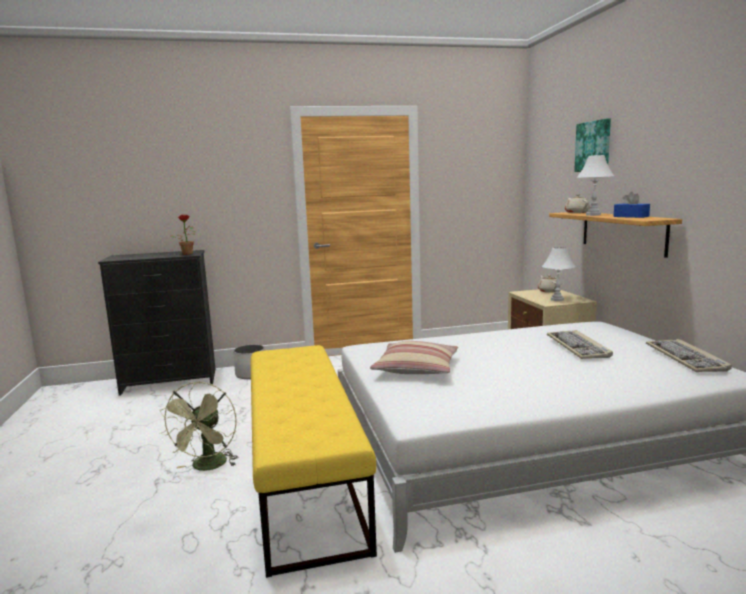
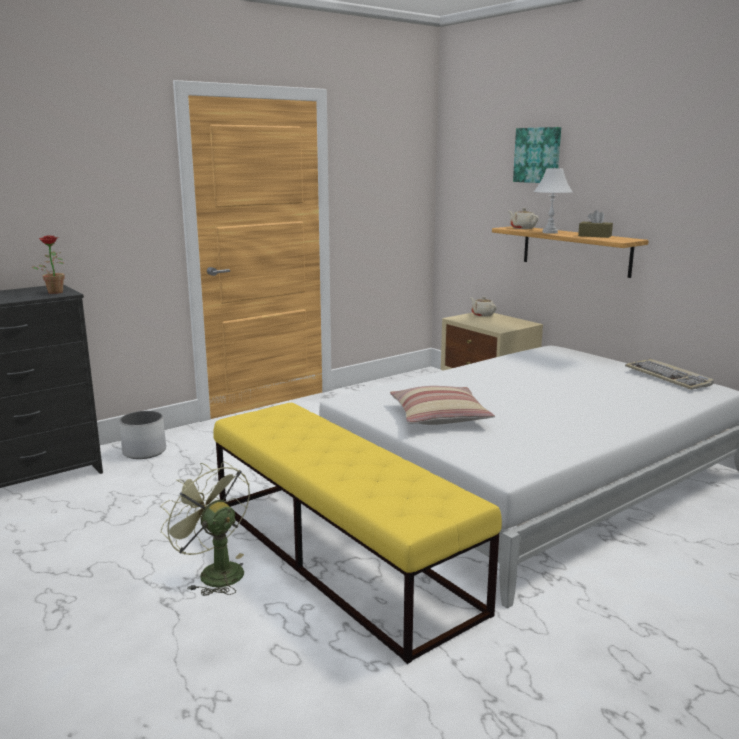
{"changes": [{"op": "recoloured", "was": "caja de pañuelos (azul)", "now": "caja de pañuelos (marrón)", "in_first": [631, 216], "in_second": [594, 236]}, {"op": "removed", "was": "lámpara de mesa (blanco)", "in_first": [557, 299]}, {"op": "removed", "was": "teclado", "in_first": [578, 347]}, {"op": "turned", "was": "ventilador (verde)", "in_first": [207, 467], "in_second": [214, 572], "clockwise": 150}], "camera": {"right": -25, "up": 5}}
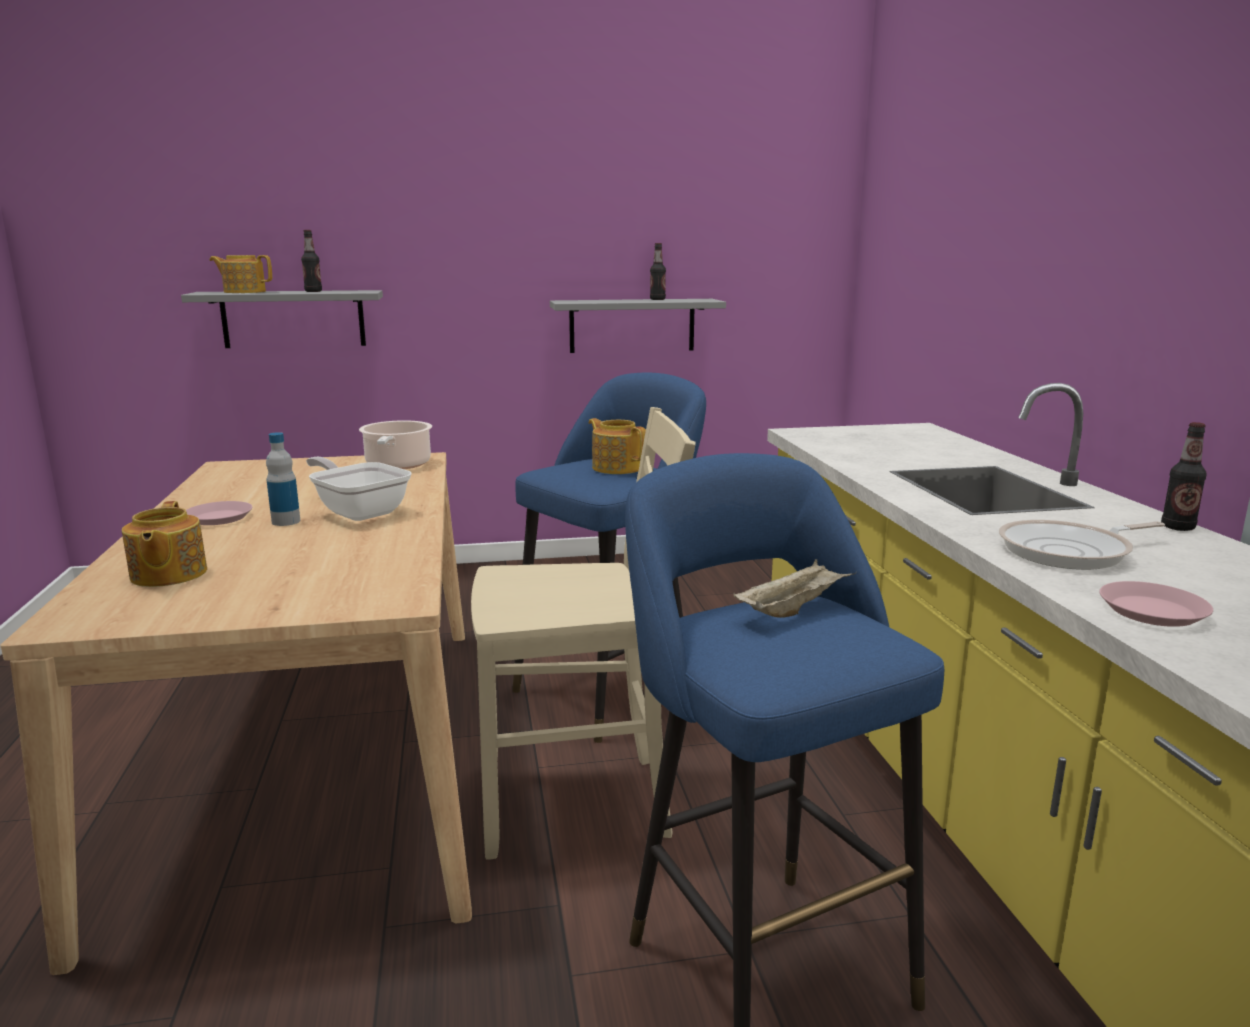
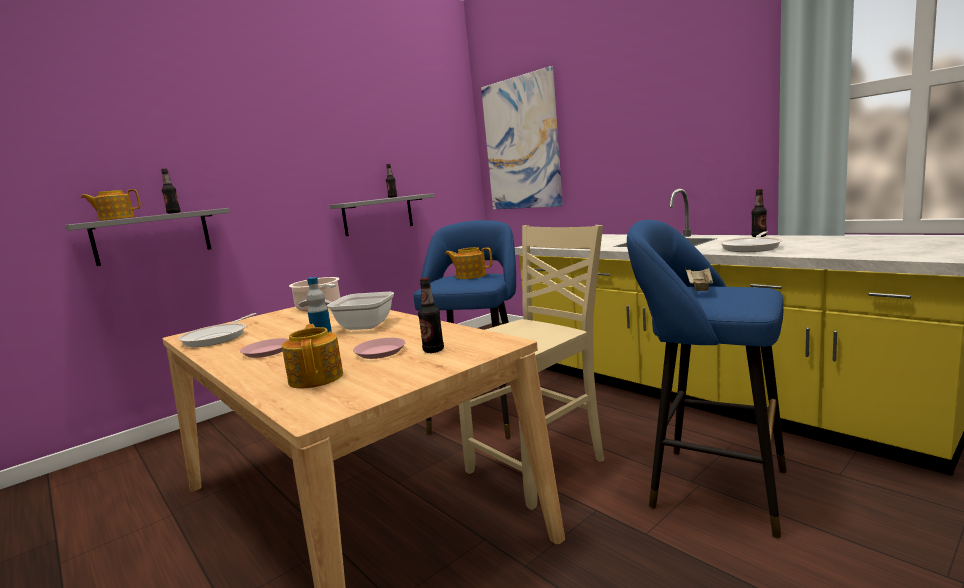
{"changes": [{"op": "turned", "was": "tetera", "in_first": [167, 575], "in_second": [317, 377], "clockwise": -150}, {"op": "moved", "was": "plato (rosa)", "in_first": [1151, 611], "in_second": [380, 352]}, {"op": "added", "now": "cuadro", "in_second": [522, 144]}, {"op": "added", "now": "botella", "in_second": [433, 350]}, {"op": "added", "now": "sartén", "in_second": [218, 337]}], "camera": {"right": -30, "up": -5}}
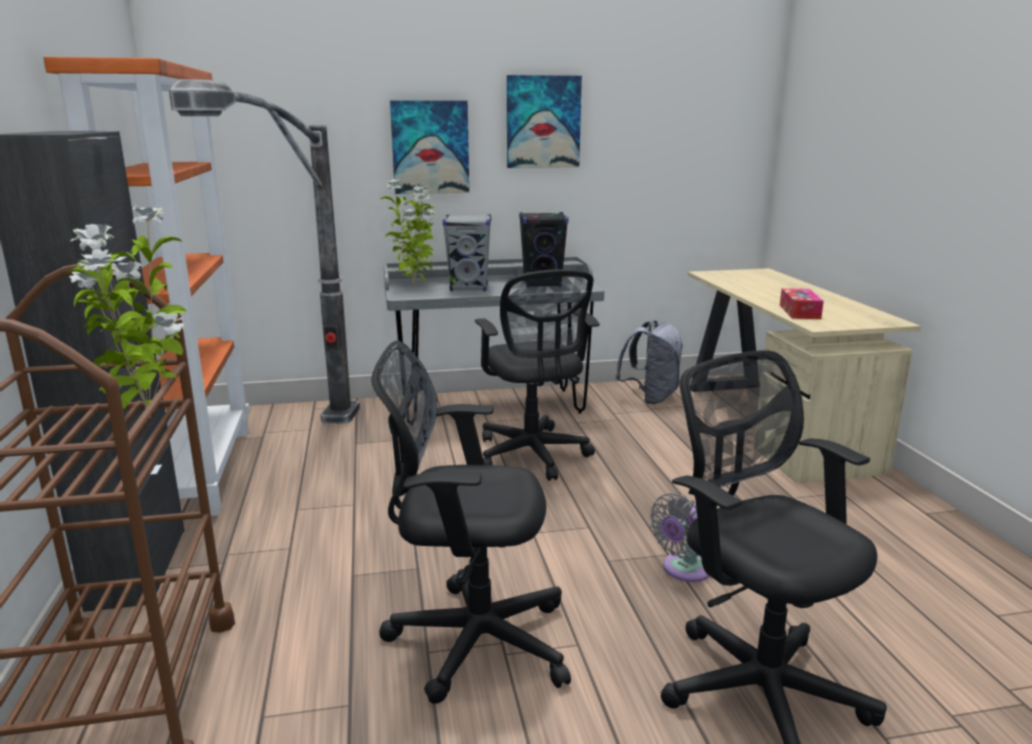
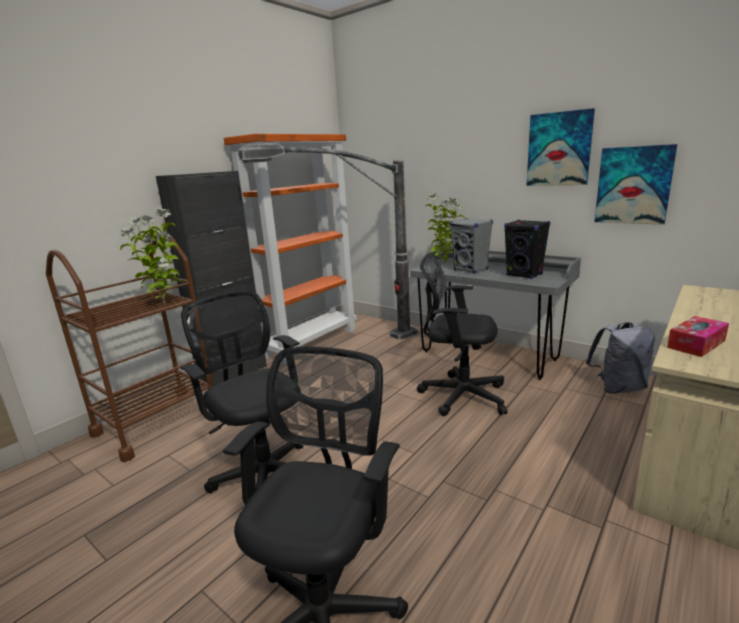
{"changes": [{"op": "moved", "was": "cuadro", "in_first": [430, 147], "in_second": [633, 185]}, {"op": "turned", "was": "silla de oficina (negro)", "in_first": [533, 456], "in_second": [459, 395], "clockwise": 75}, {"op": "removed", "was": "ventilador (gris)", "in_first": [683, 570]}], "camera": {"right": 50, "up": 0}}
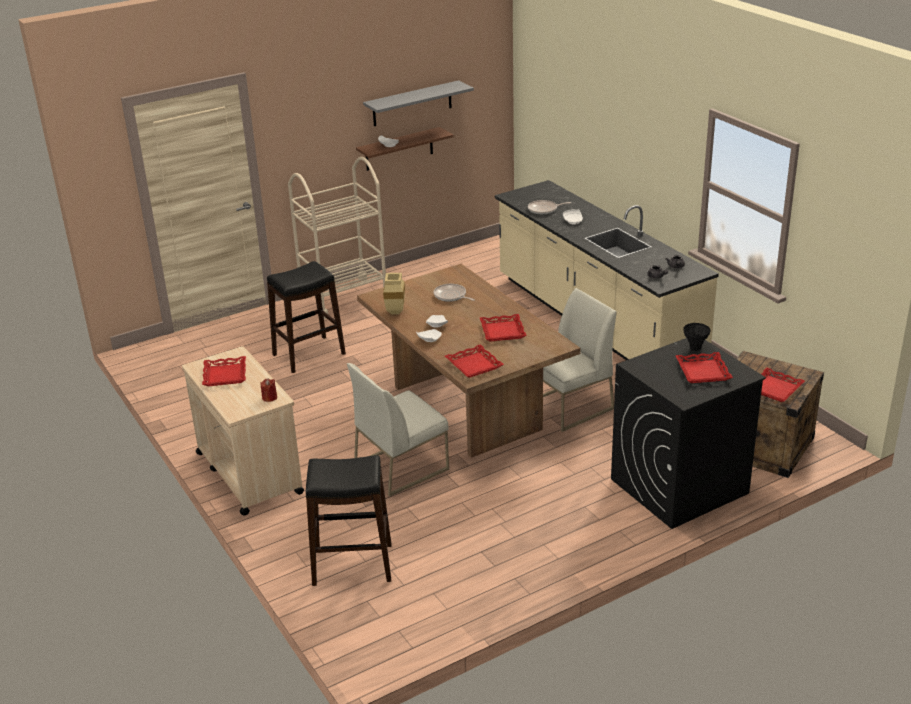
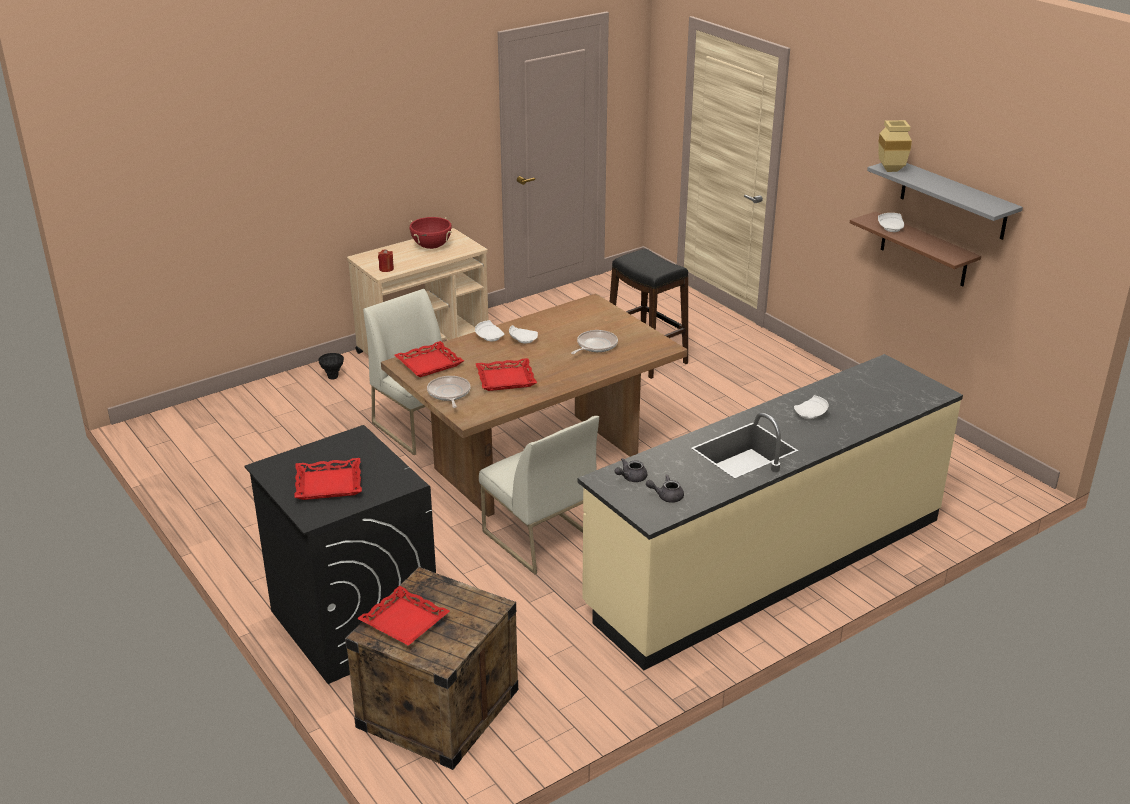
{"changes": [{"op": "removed", "was": "carrito (beis)", "in_first": [343, 297]}, {"op": "moved", "was": "sartén", "in_first": [544, 210], "in_second": [449, 393]}, {"op": "moved", "was": "florero (beis)", "in_first": [394, 311], "in_second": [892, 169]}, {"op": "moved", "was": "florero (negro)", "in_first": [695, 348], "in_second": [333, 377]}, {"op": "replaced", "was": "bandeja (rojo)", "now": "olla (rojo)", "in_first": [224, 375], "in_second": [431, 246]}, {"op": "removed", "was": "taburete (negro)", "in_first": [352, 565]}], "camera": {"right": 85, "up": 0}}
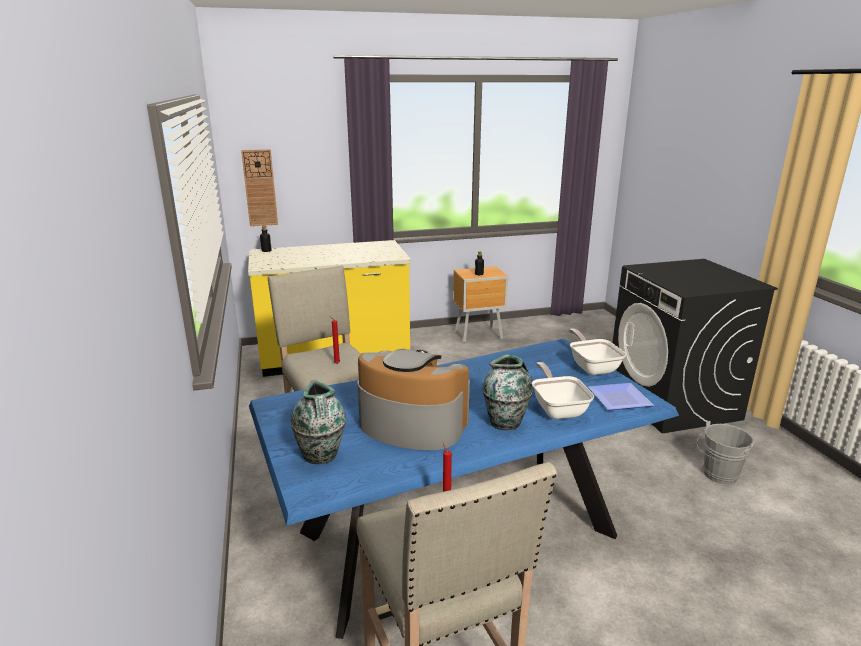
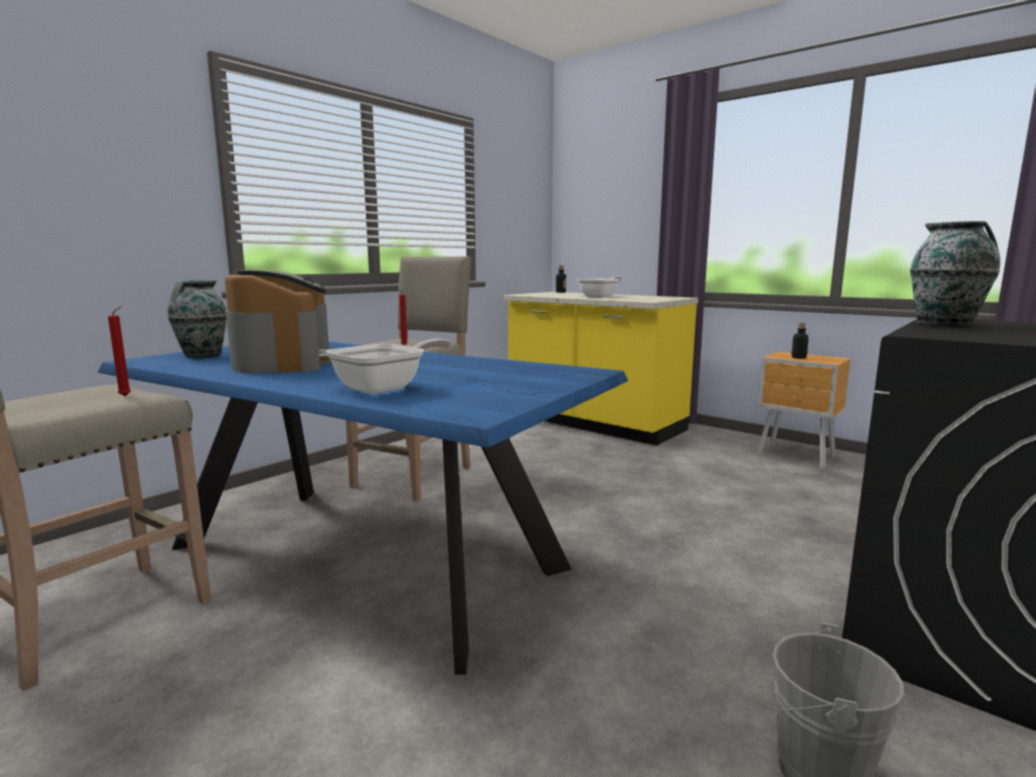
{"changes": [{"op": "removed", "was": "reloj de pared", "in_first": [260, 188]}, {"op": "moved", "was": "sartén", "in_first": [592, 367], "in_second": [601, 297]}, {"op": "moved", "was": "florero", "in_first": [505, 422], "in_second": [945, 325]}, {"op": "removed", "was": "plato", "in_first": [620, 398]}], "camera": {"right": 55, "up": -10}}
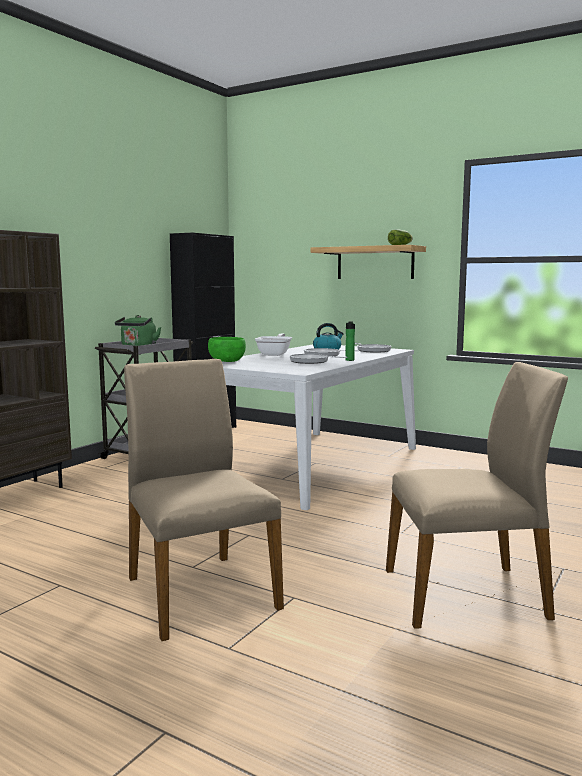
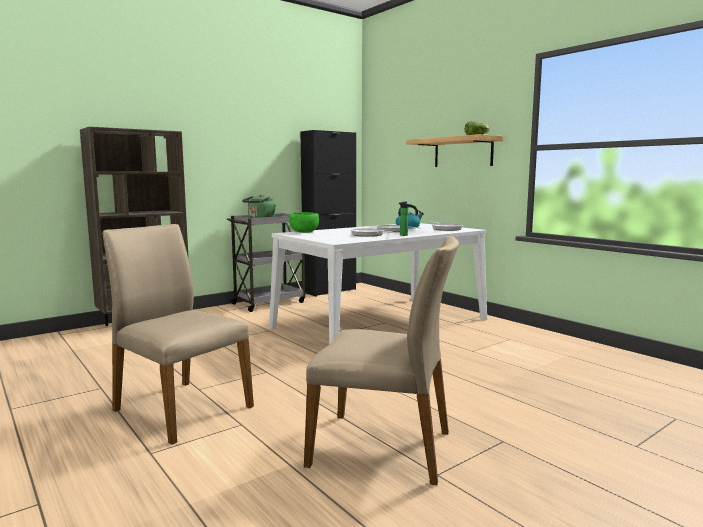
{"changes": [{"op": "removed", "was": "sartén", "in_first": [275, 354]}, {"op": "turned", "was": "silla (beis)", "in_first": [199, 592], "in_second": [180, 408], "clockwise": -45}], "camera": {"right": 20, "up": 0}}
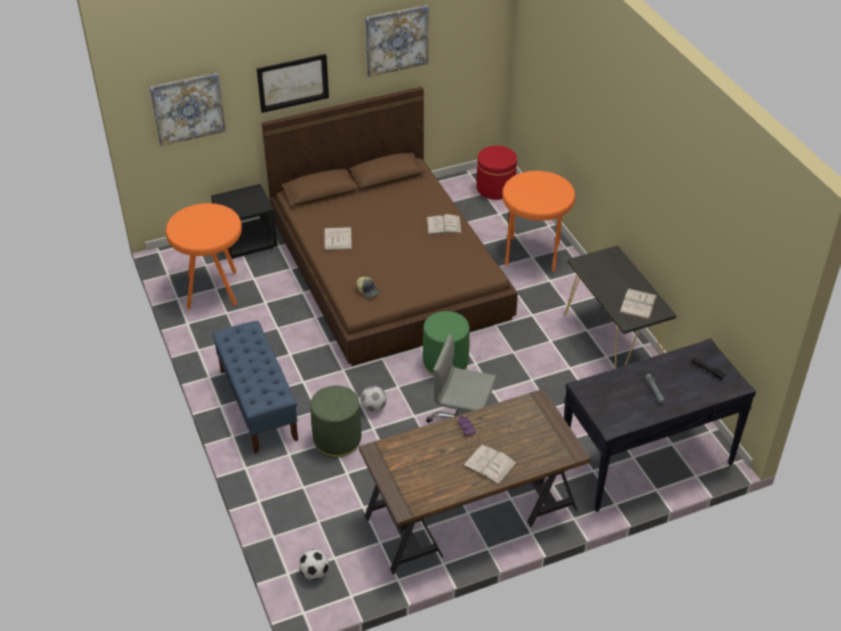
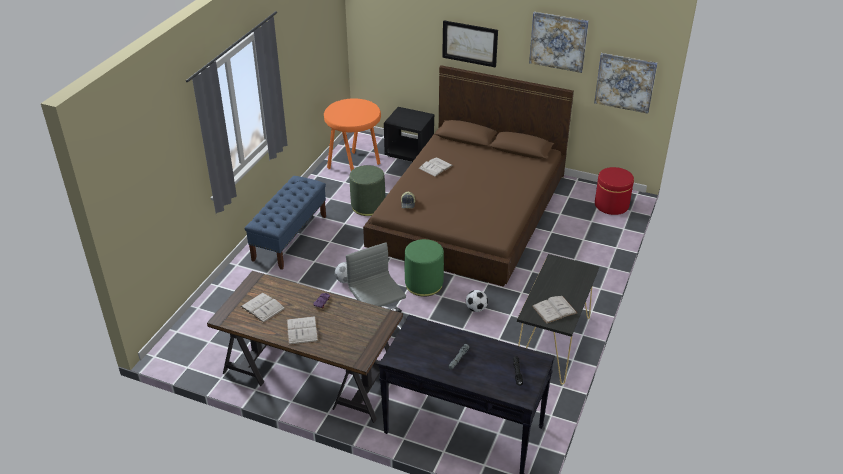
{"changes": [{"op": "moved", "was": "cuadro", "in_first": [188, 108], "in_second": [625, 82]}, {"op": "removed", "was": "taburete (naranja)", "in_first": [533, 255]}, {"op": "moved", "was": "libro (blanco)", "in_first": [443, 225], "in_second": [263, 308]}, {"op": "moved", "was": "puf (verde)", "in_first": [337, 439], "in_second": [368, 206]}, {"op": "moved", "was": "balón de fútbol", "in_first": [314, 573], "in_second": [476, 309]}], "camera": {"right": 45, "up": -5}}
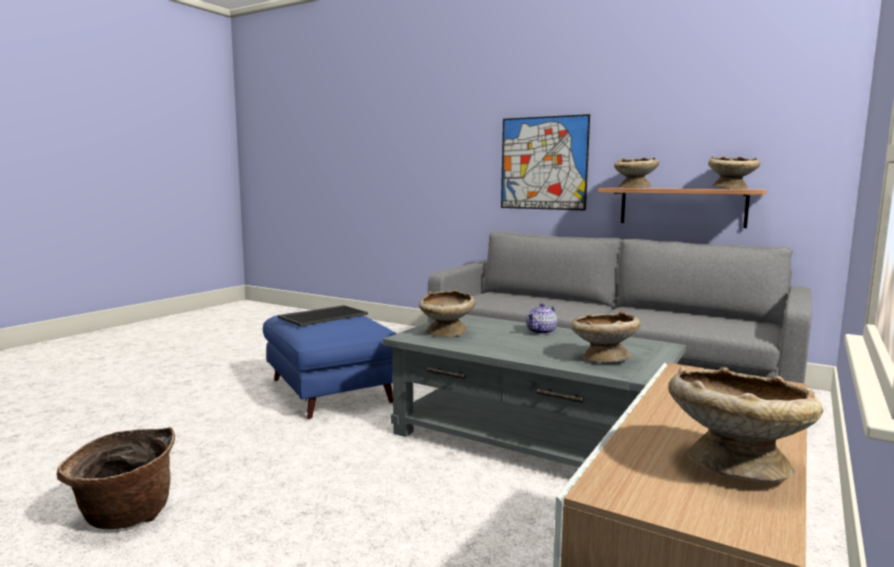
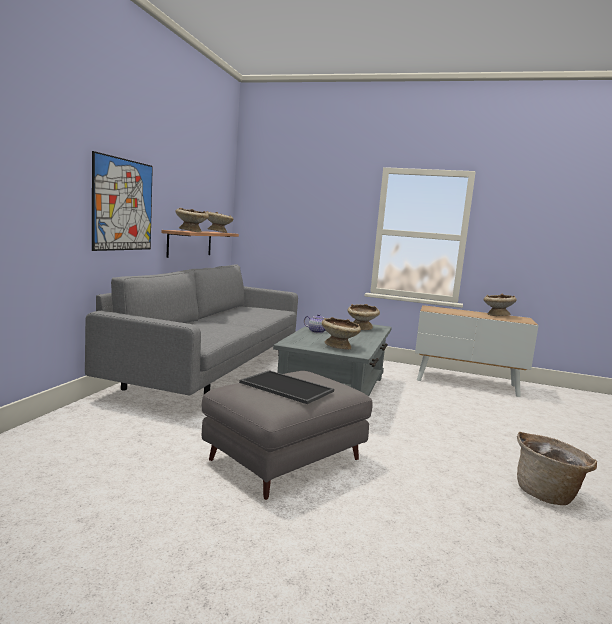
{"changes": [{"op": "recoloured", "was": "puf (azul)", "now": "puf (gris)", "in_first": [331, 391], "in_second": [285, 460]}], "camera": {"right": -105, "up": 0}}
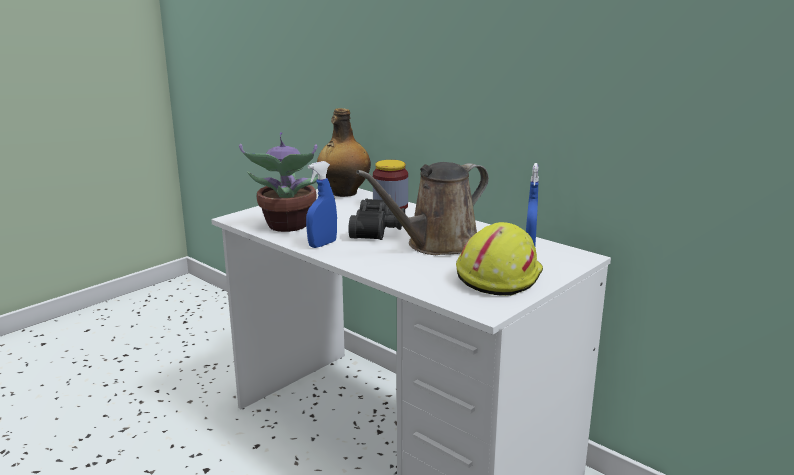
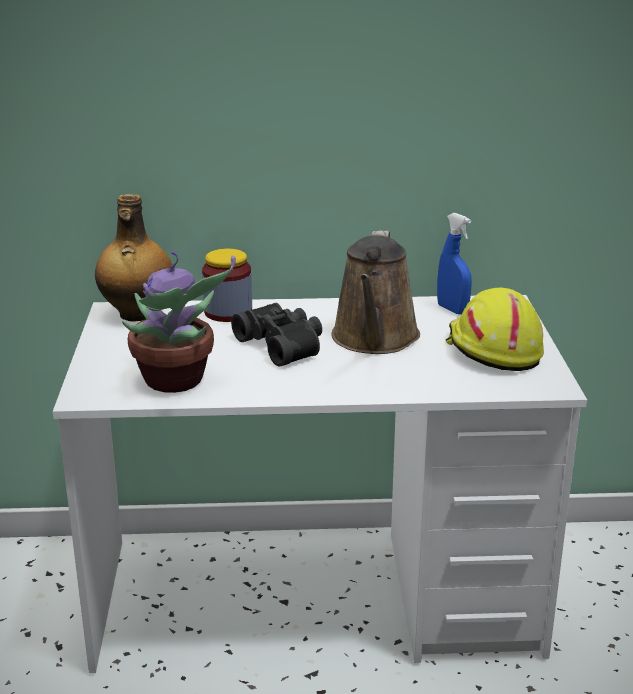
{"changes": [{"op": "removed", "was": "pulverizador (azul)", "in_first": [322, 244]}], "camera": {"right": -45, "up": 5}}
